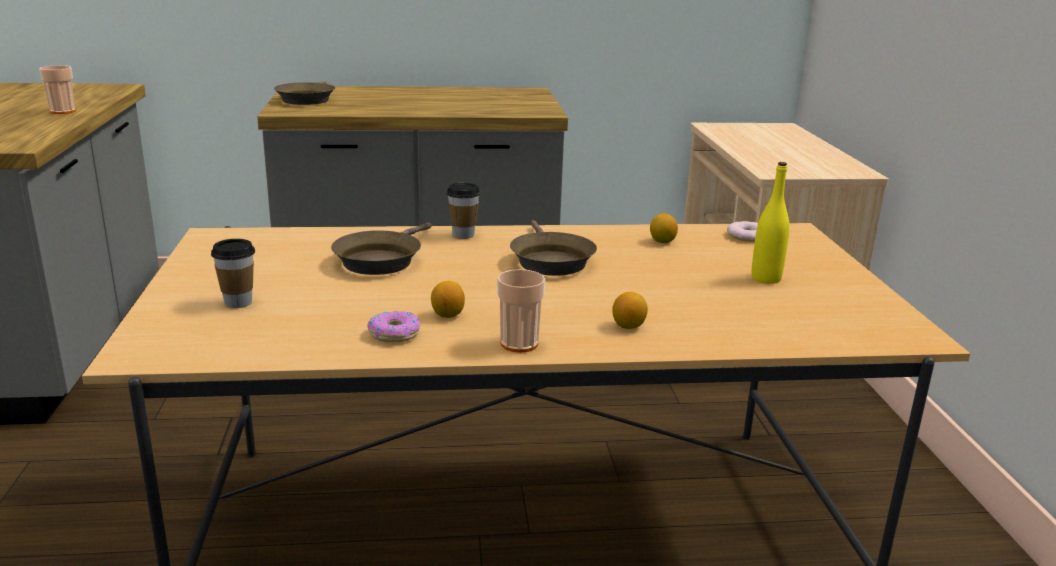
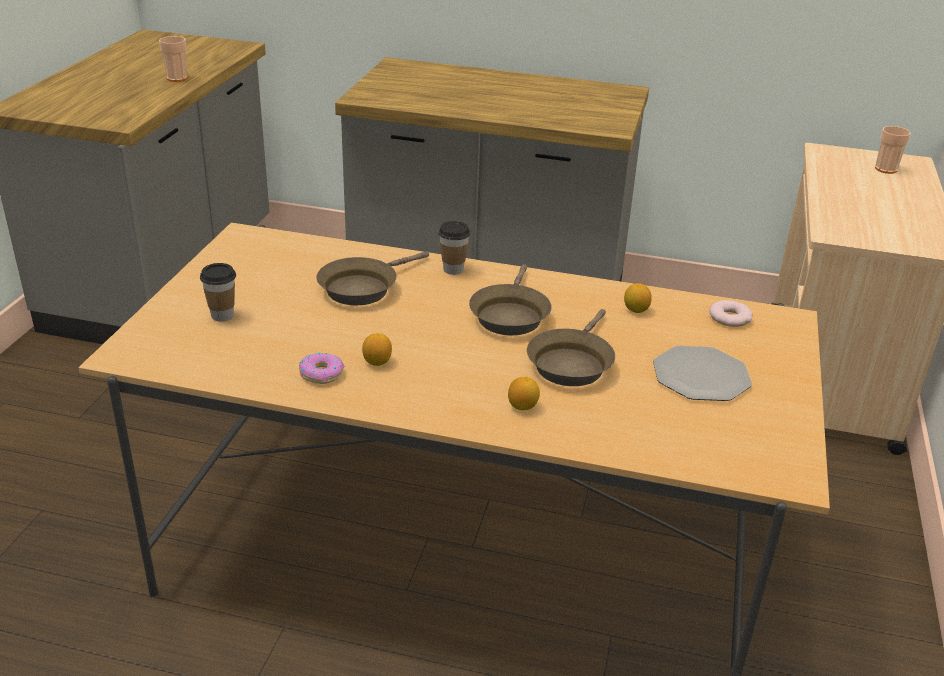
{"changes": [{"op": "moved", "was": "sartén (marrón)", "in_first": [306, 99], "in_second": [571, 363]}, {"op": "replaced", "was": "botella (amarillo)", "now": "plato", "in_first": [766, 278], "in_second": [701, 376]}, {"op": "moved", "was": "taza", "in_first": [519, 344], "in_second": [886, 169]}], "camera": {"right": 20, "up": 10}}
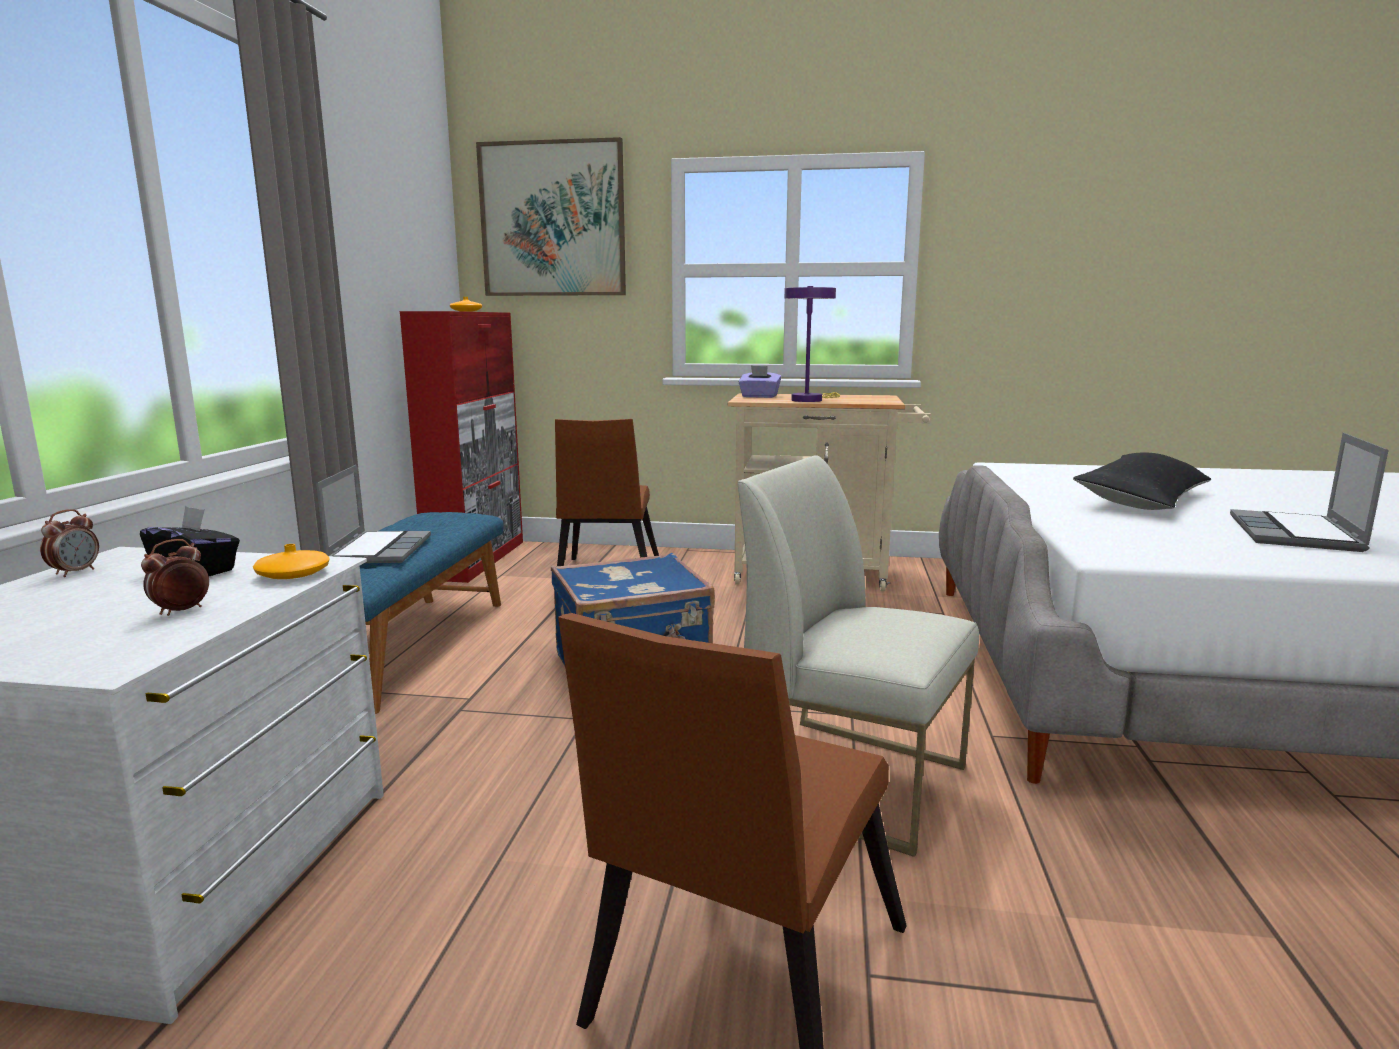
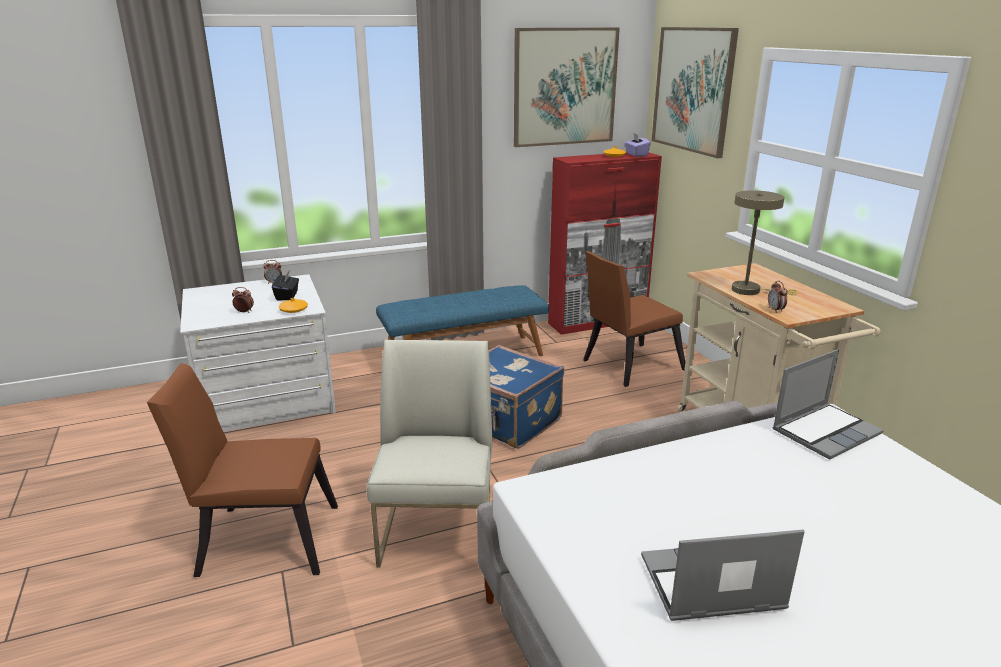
{"changes": [{"op": "recoloured", "was": "lámpara de mesa (morado)", "now": "lámpara de mesa (beis)", "in_first": [809, 400], "in_second": [751, 290]}, {"op": "moved", "was": "caja de pañuelos (morado)", "in_first": [759, 396], "in_second": [636, 154]}, {"op": "removed", "was": "cojín (negro)", "in_first": [1142, 500]}, {"op": "moved", "was": "portátil", "in_first": [379, 549], "in_second": [825, 431]}, {"op": "added", "now": "cuadro", "in_second": [565, 87]}, {"op": "added", "now": "despertador", "in_second": [775, 310]}], "camera": {"right": 60, "up": 10}}
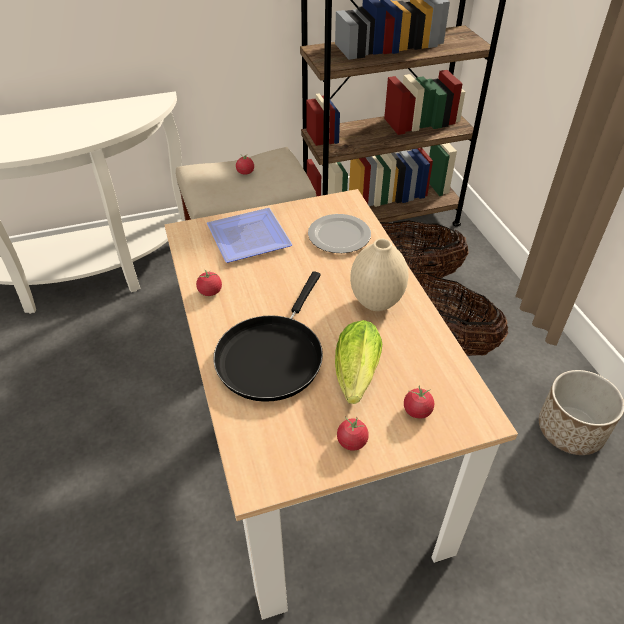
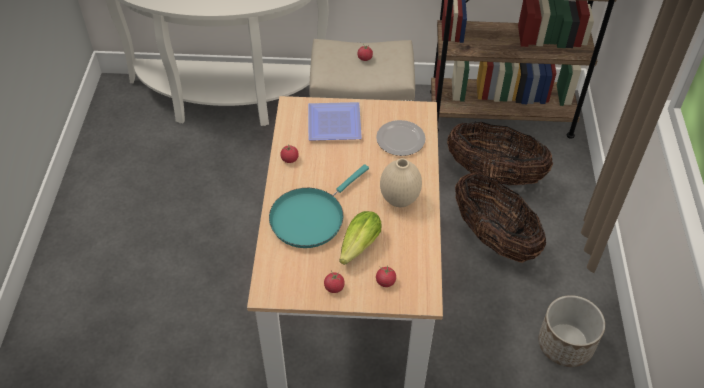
{"changes": [{"op": "recoloured", "was": "sartén (negro)", "now": "sartén (turquesa)", "in_first": [272, 355], "in_second": [311, 217]}], "camera": {"right": 20, "up": 5}}
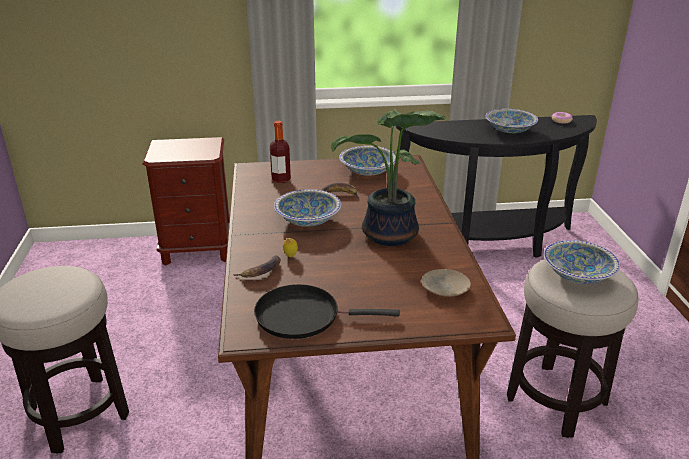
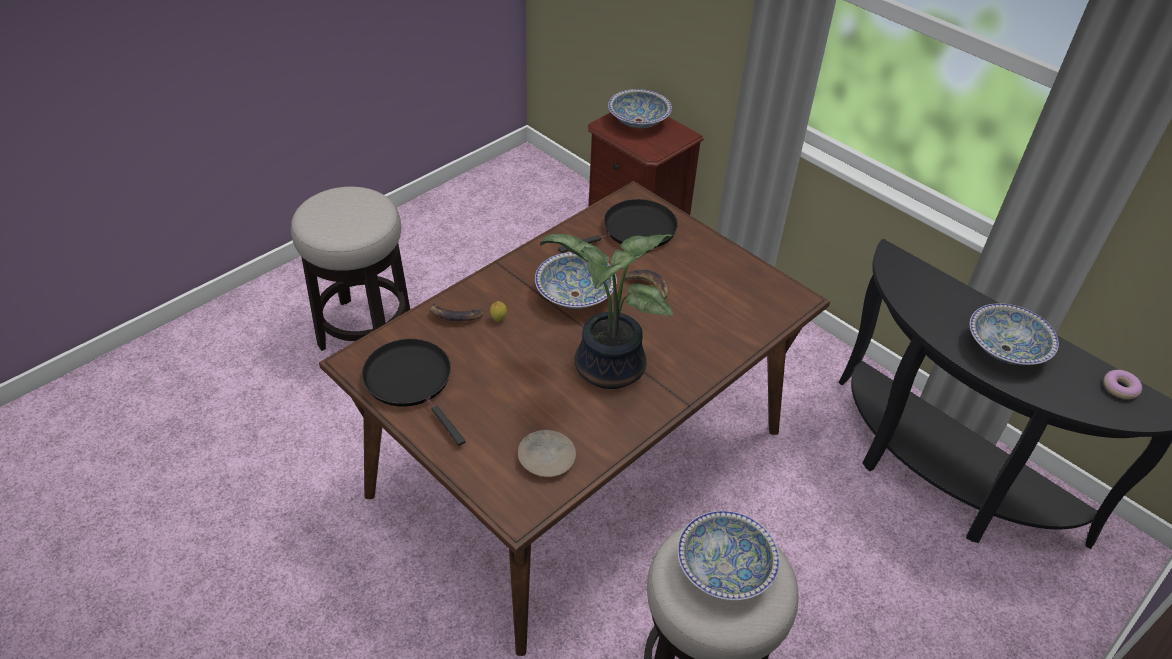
{"changes": [{"op": "replaced", "was": "botella", "now": "sartén (negro)", "in_first": [281, 179], "in_second": [635, 231]}, {"op": "moved", "was": "cuenco", "in_first": [367, 171], "in_second": [638, 120]}], "camera": {"right": 50, "up": 15}}
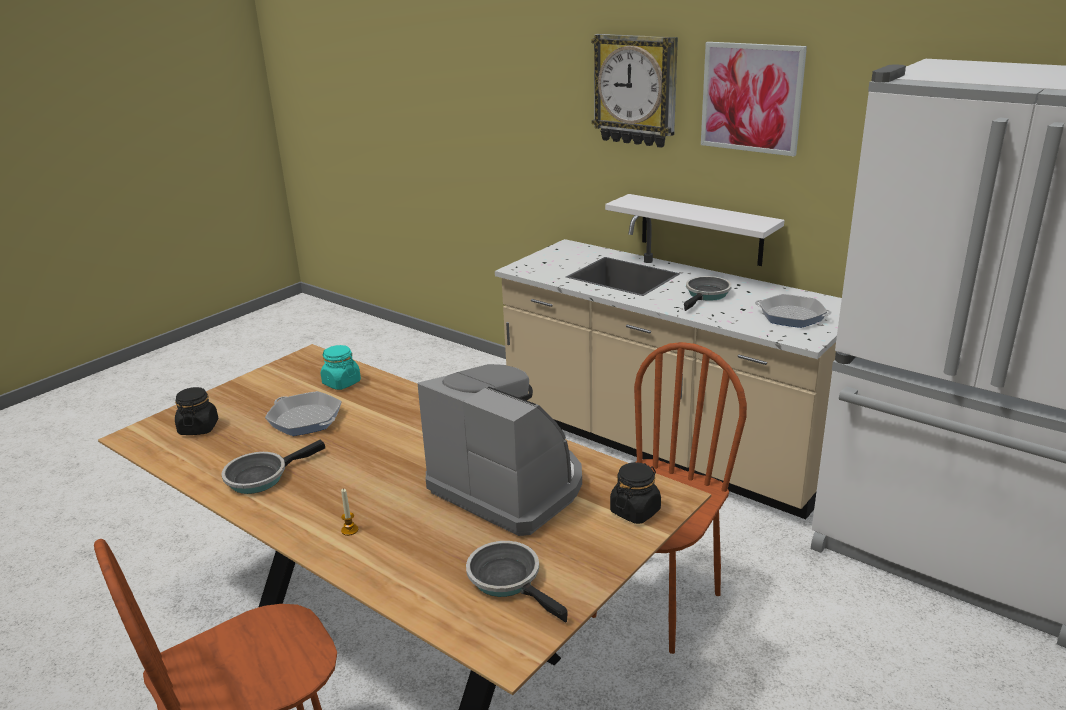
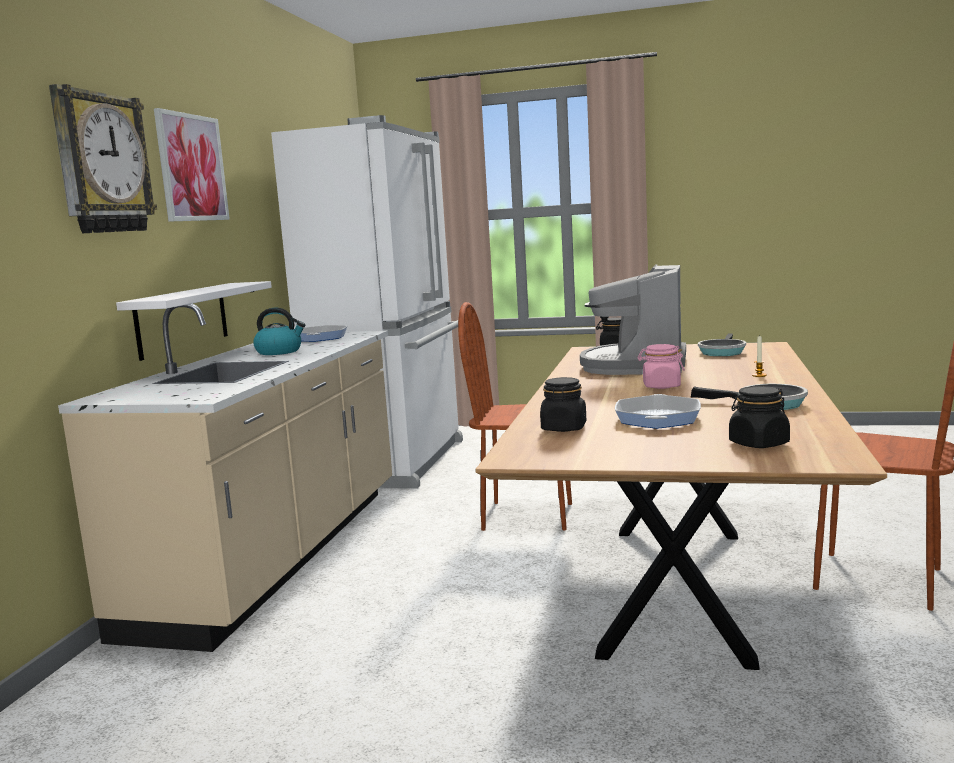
{"changes": [{"op": "replaced", "was": "sartén", "now": "hervidor", "in_first": [706, 295], "in_second": [279, 352]}, {"op": "recoloured", "was": "tarro (turquesa)", "now": "tarro (negro)", "in_first": [341, 383], "in_second": [564, 428]}, {"op": "added", "now": "tarro (rosa)", "in_second": [661, 386]}], "camera": {"right": -115, "up": -15}}
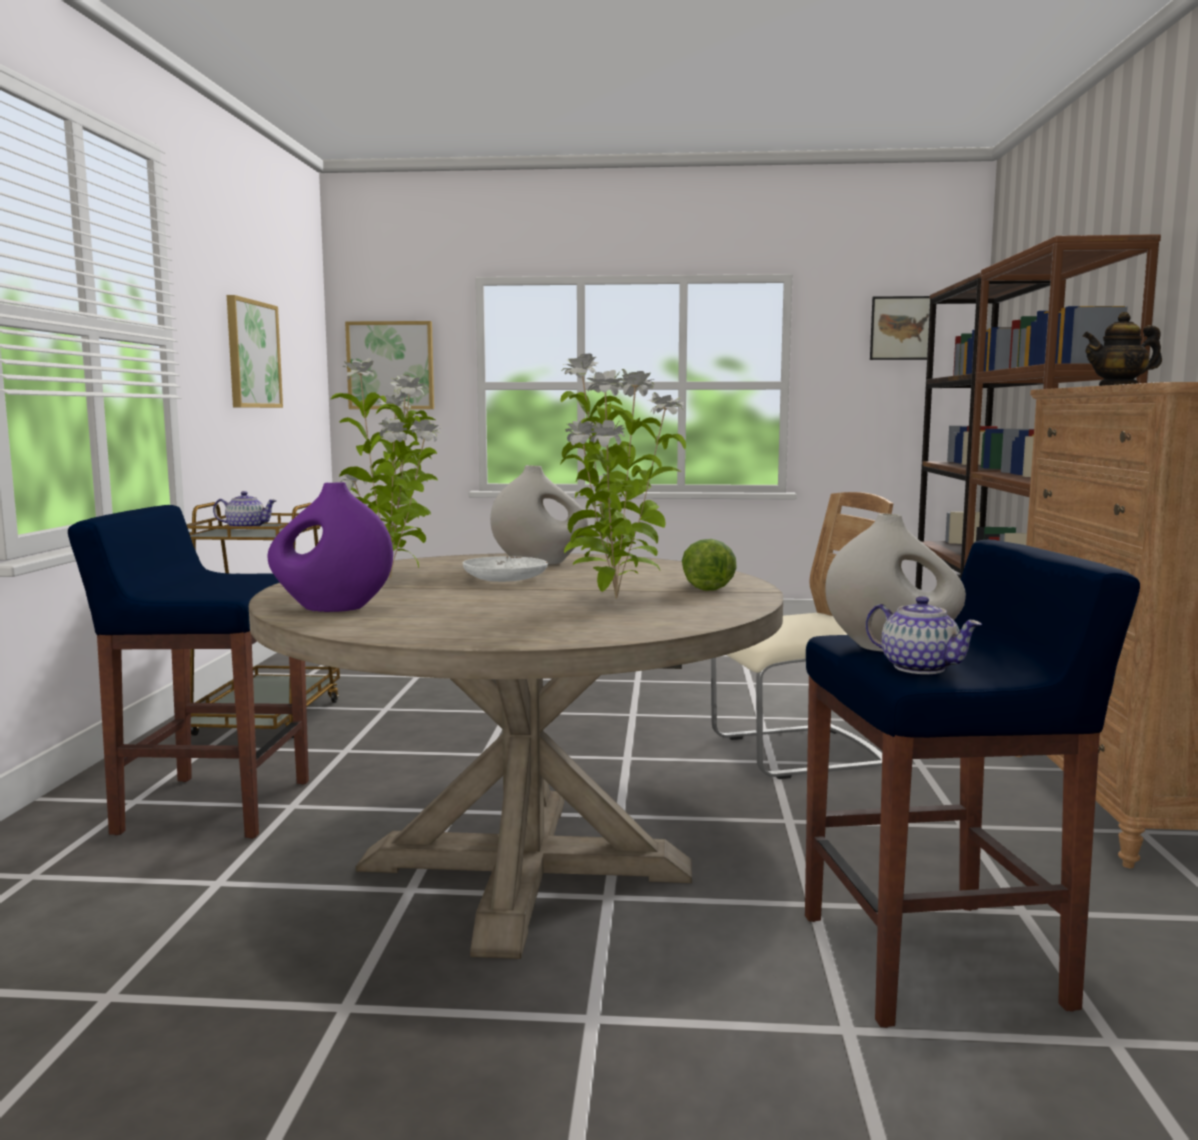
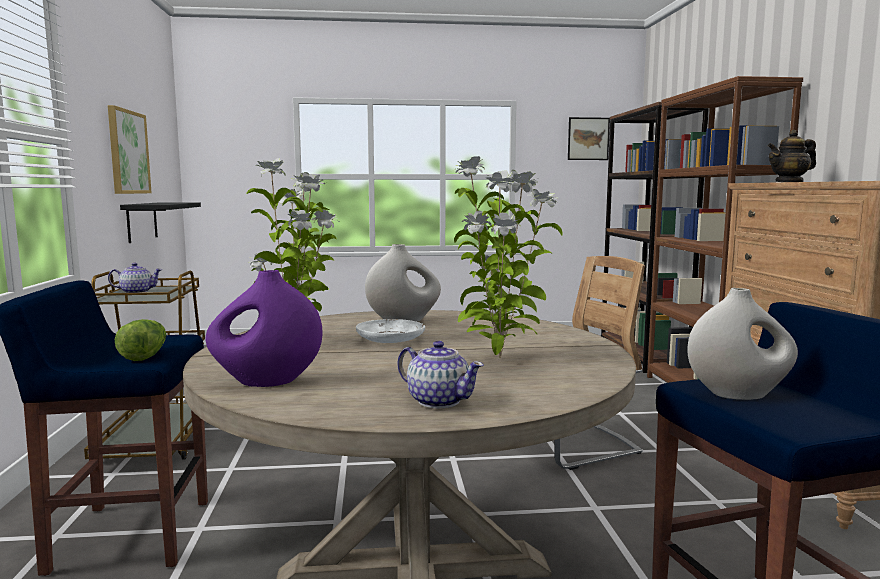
{"changes": [{"op": "removed", "was": "cuadro", "in_first": [390, 365]}, {"op": "moved", "was": "lechuga", "in_first": [706, 586], "in_second": [144, 355]}, {"op": "moved", "was": "tetera", "in_first": [918, 667], "in_second": [438, 401]}, {"op": "added", "now": "estante (negro)", "in_second": [142, 221]}], "camera": {"right": -10, "up": 0}}
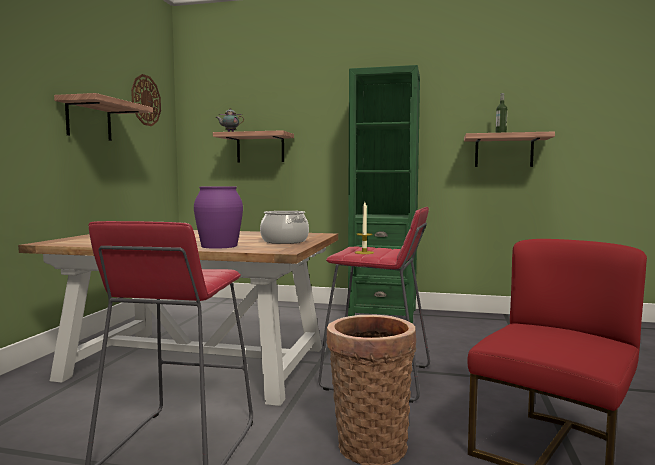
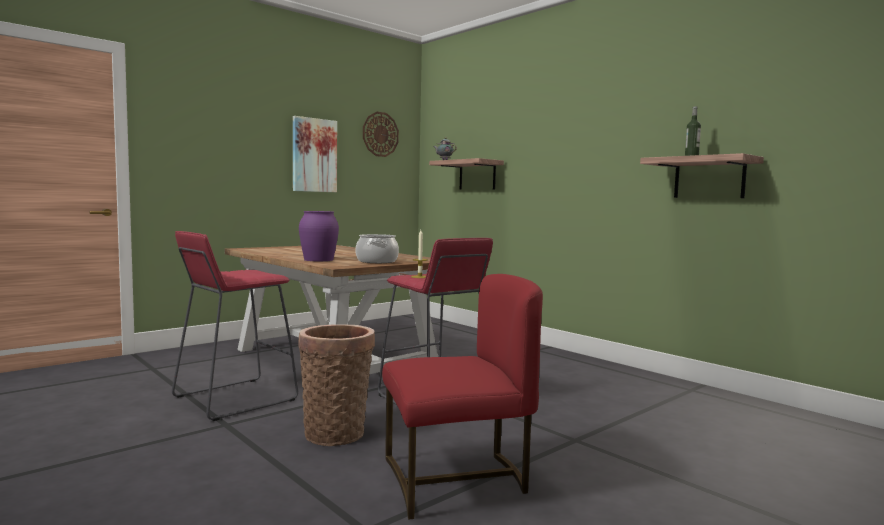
{"changes": [{"op": "removed", "was": "estantería (verde)", "in_first": [383, 314]}, {"op": "replaced", "was": "estante", "now": "cuadro", "in_first": [89, 120], "in_second": [314, 155]}], "camera": {"right": 35, "up": 0}}
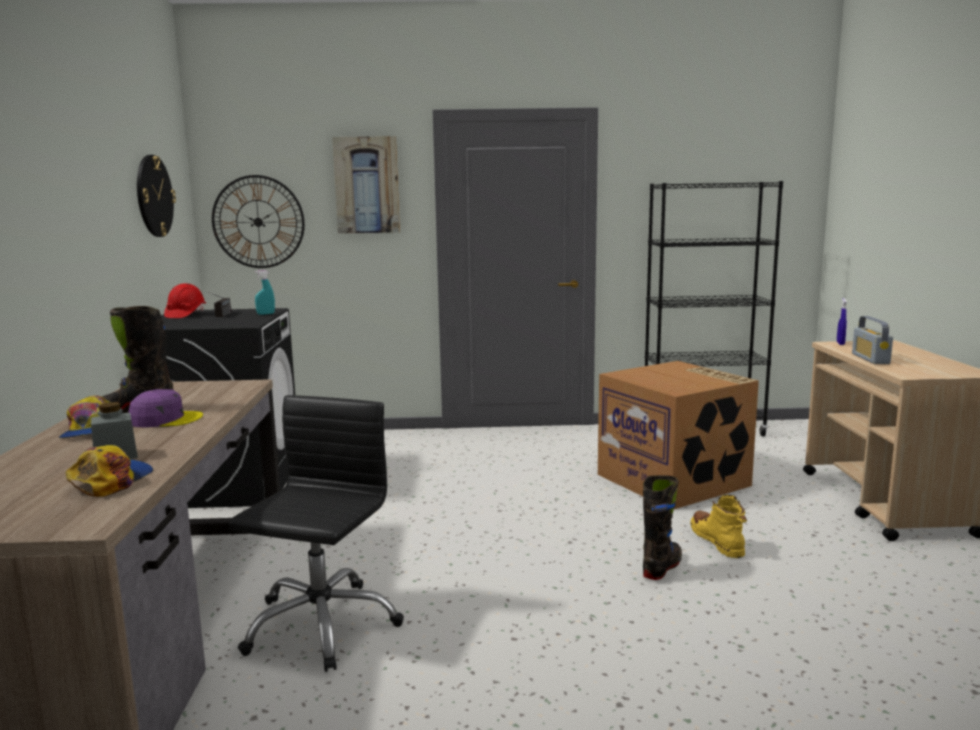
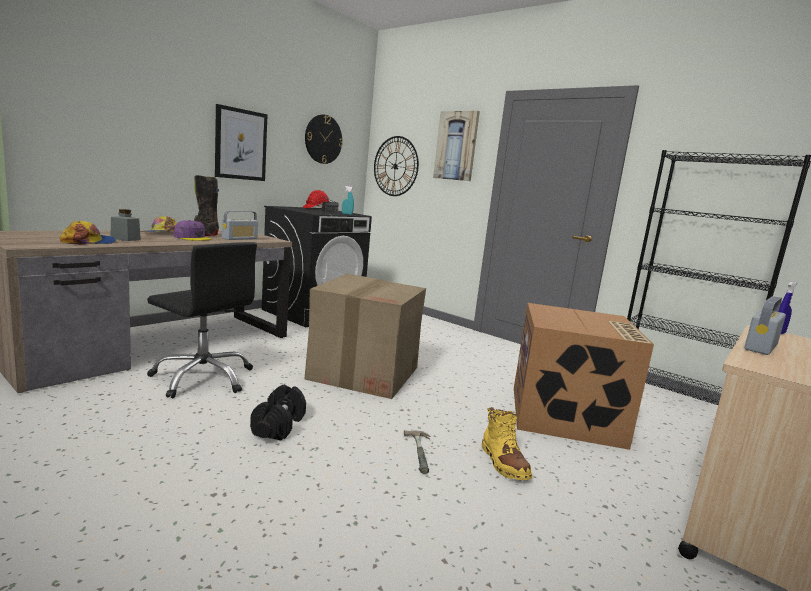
{"changes": [{"op": "turned", "was": "silla de oficina (negro)", "in_first": [321, 625], "in_second": [203, 378], "clockwise": 60}, {"op": "replaced", "was": "bota (negro)", "now": "martillo", "in_first": [662, 567], "in_second": [423, 452]}, {"op": "turned", "was": "bota (amarillo)", "in_first": [717, 541], "in_second": [503, 463], "clockwise": 135}, {"op": "added", "now": "cuadro", "in_second": [240, 144]}, {"op": "added", "now": "radio", "in_second": [240, 239]}, {"op": "added", "now": "caja de cartón", "in_second": [364, 372]}, {"op": "added", "now": "mancuerna (negro)", "in_second": [278, 426]}], "camera": {"right": 40, "up": 0}}
